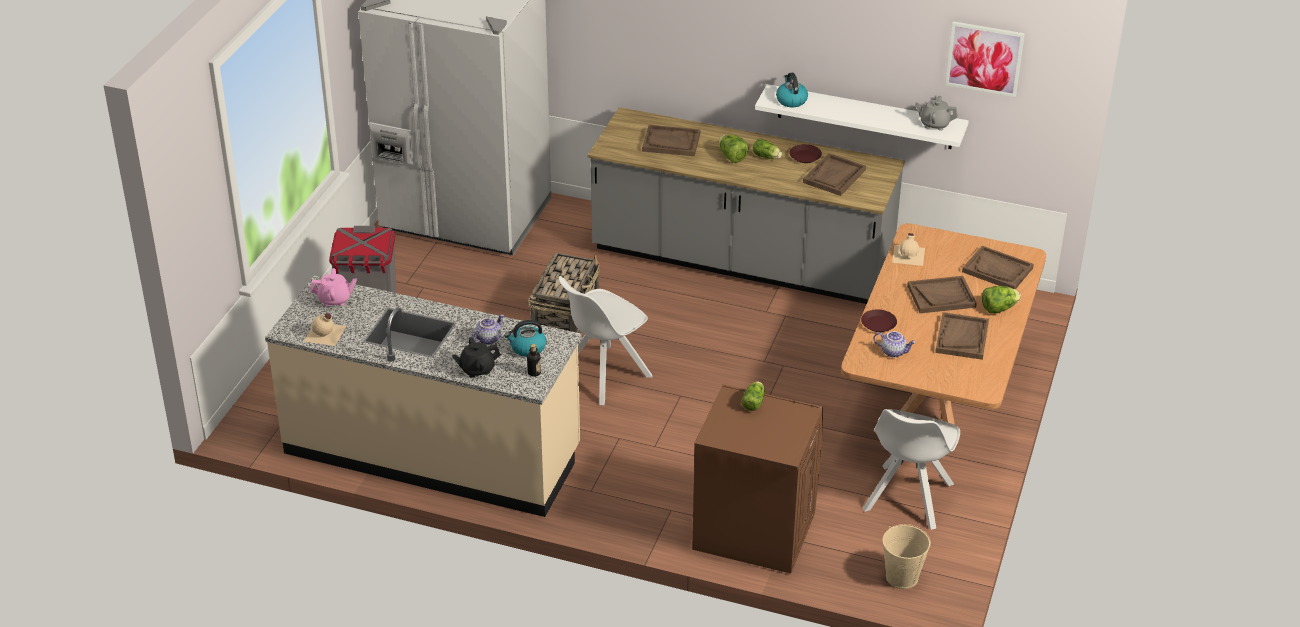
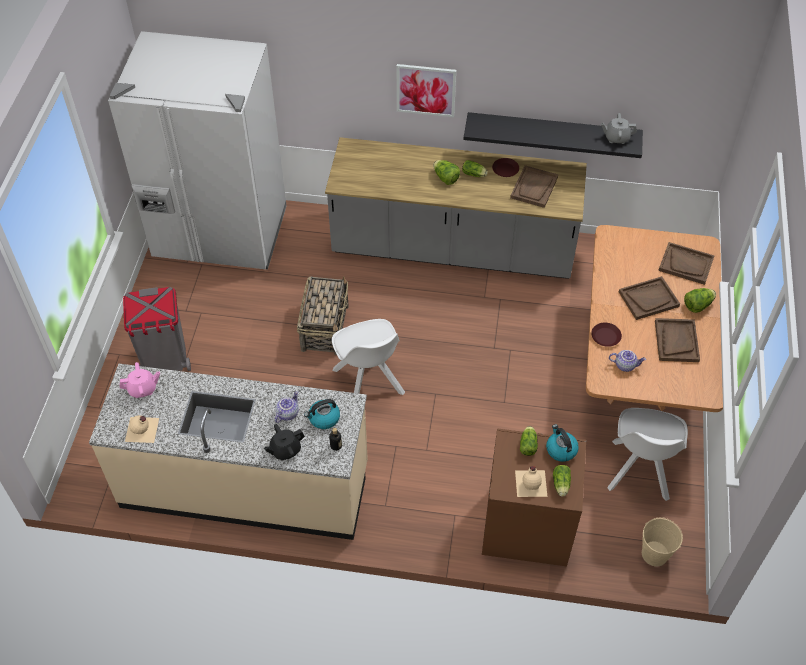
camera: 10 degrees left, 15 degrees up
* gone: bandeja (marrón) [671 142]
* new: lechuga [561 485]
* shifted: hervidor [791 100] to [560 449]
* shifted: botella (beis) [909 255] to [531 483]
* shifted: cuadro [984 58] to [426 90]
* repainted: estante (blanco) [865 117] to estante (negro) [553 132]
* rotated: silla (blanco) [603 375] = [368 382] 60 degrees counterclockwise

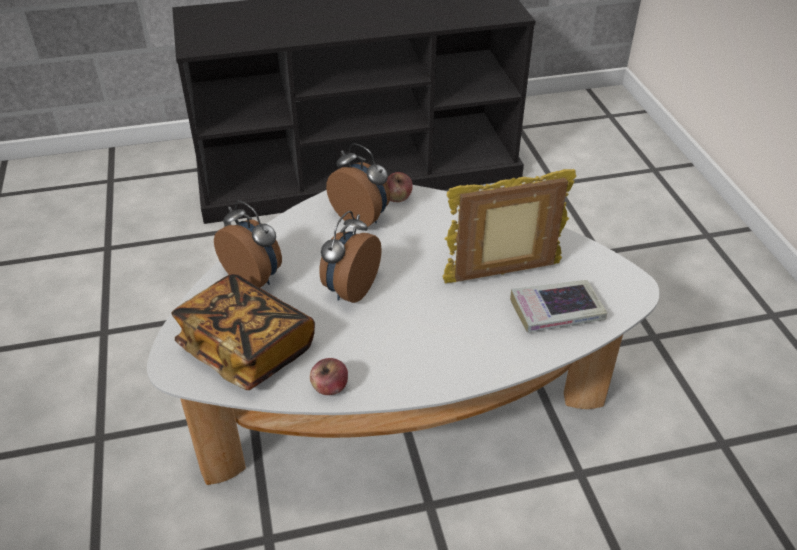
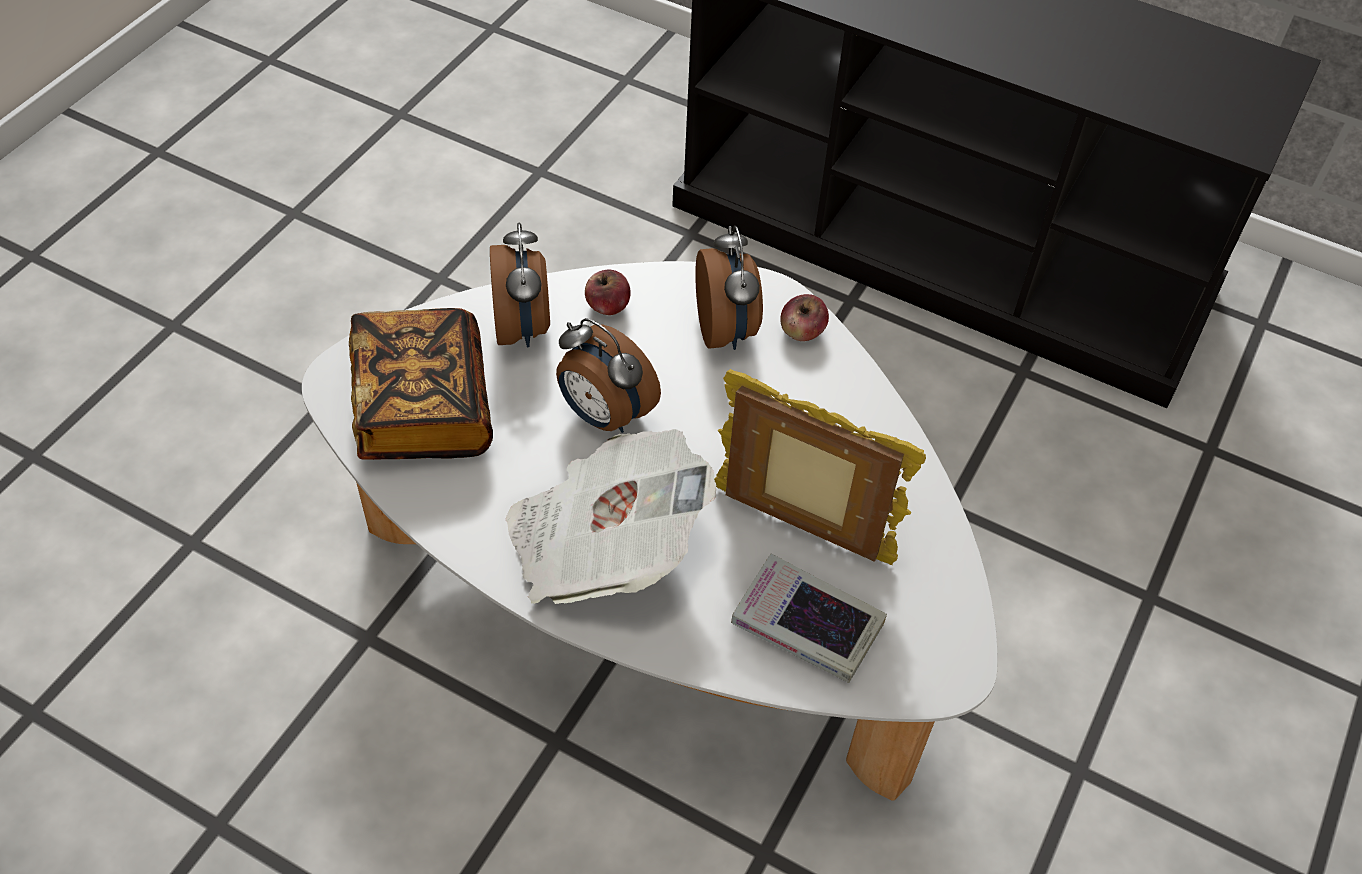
camera: 40 degrees right, 10 degrees up
* new: periódico [603 546]
* shifted: manzana [329 388] to [607 306]
* rotated: despertador [349 289] = [604 415] 120 degrees counterclockwise

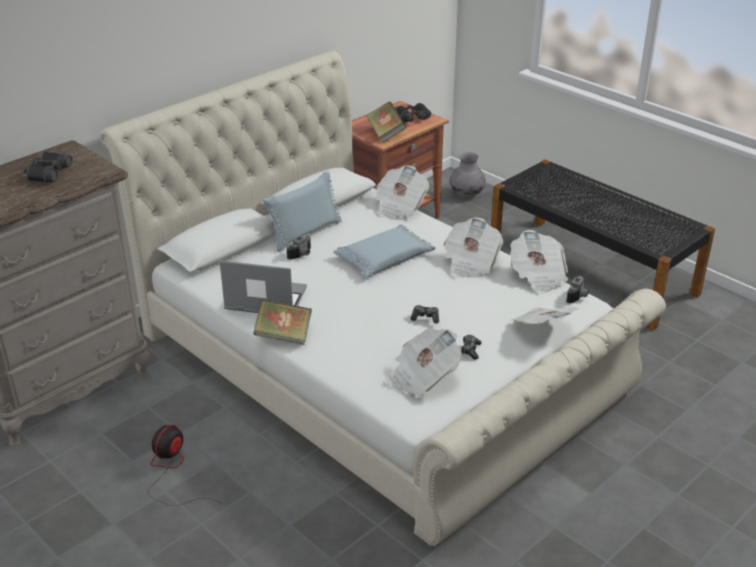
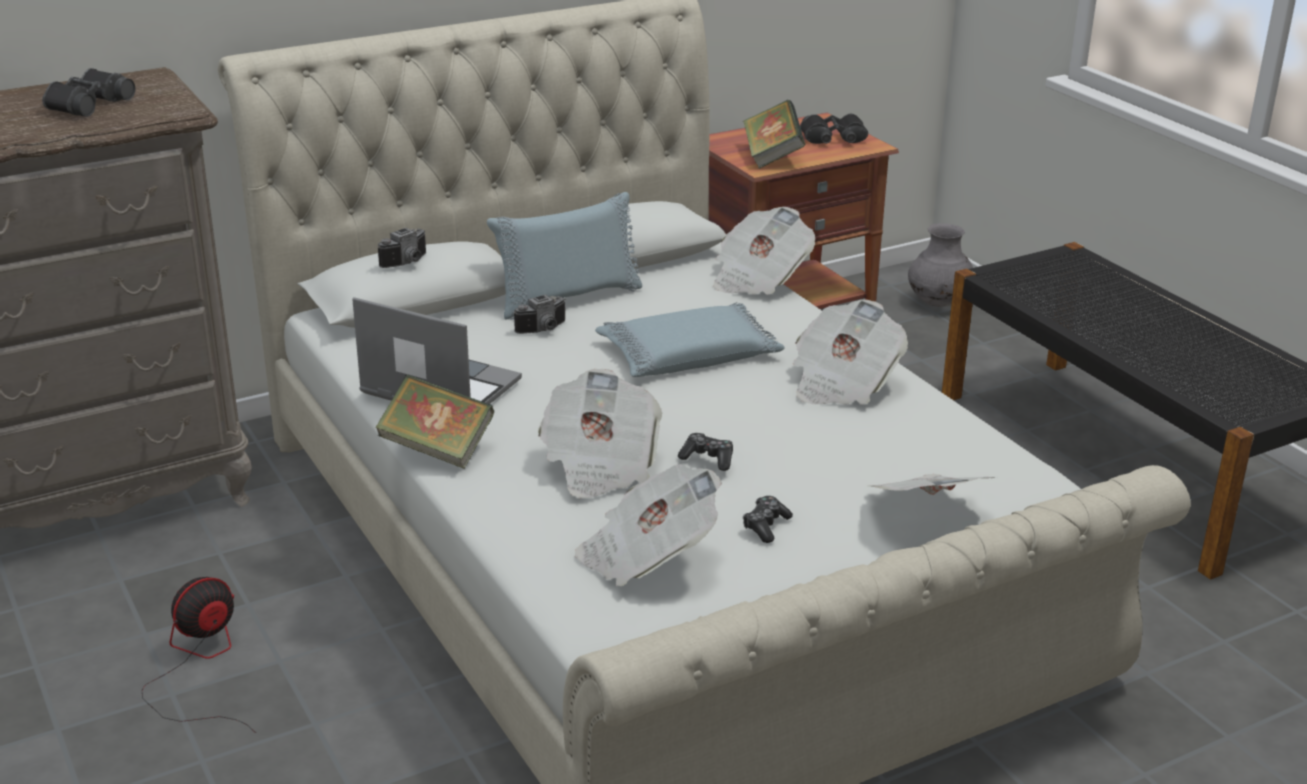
camera: 15 degrees right, 5 degrees down
* shifted: periódico [537 276] to [599 464]
* shifted: cámara [578 297] to [408 263]

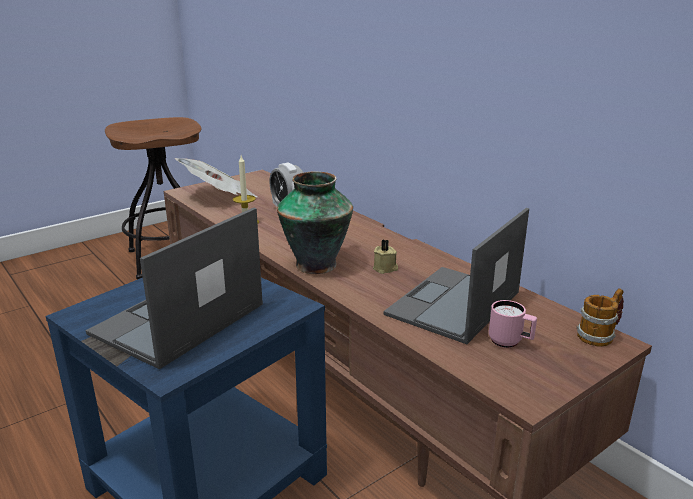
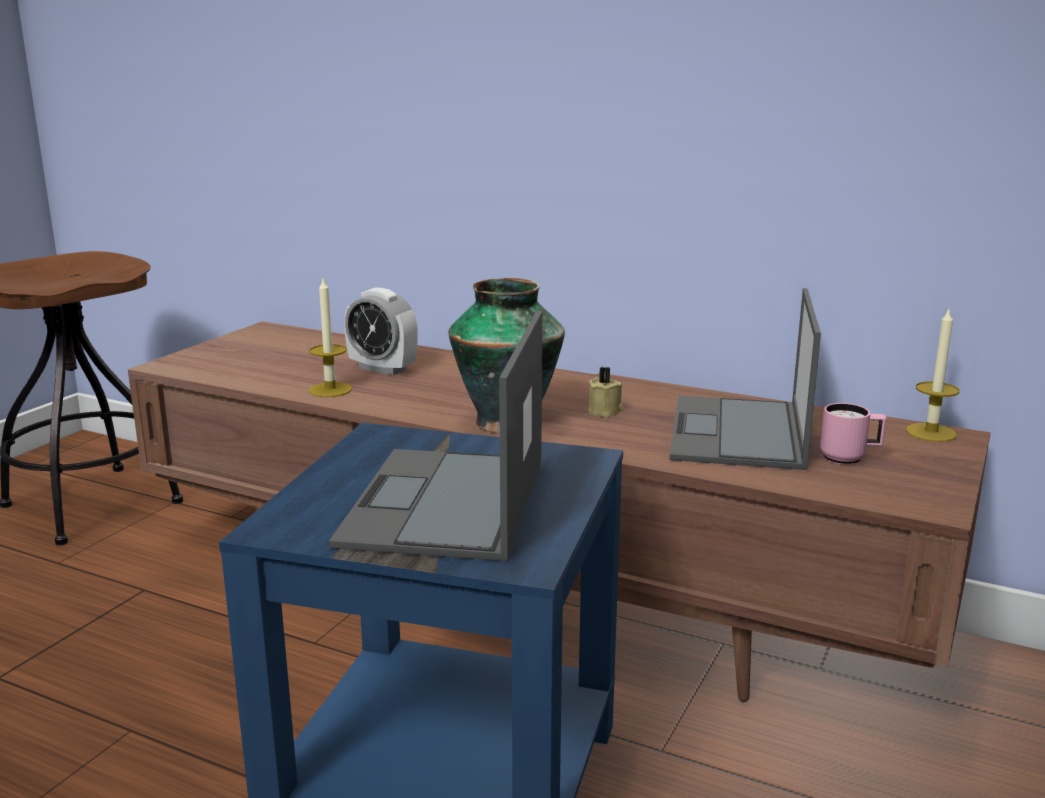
camera: 25 degrees left, 5 degrees down
* gone: periódico [219 197]
* swapped: taza grande [599 335] to vela [931 432]

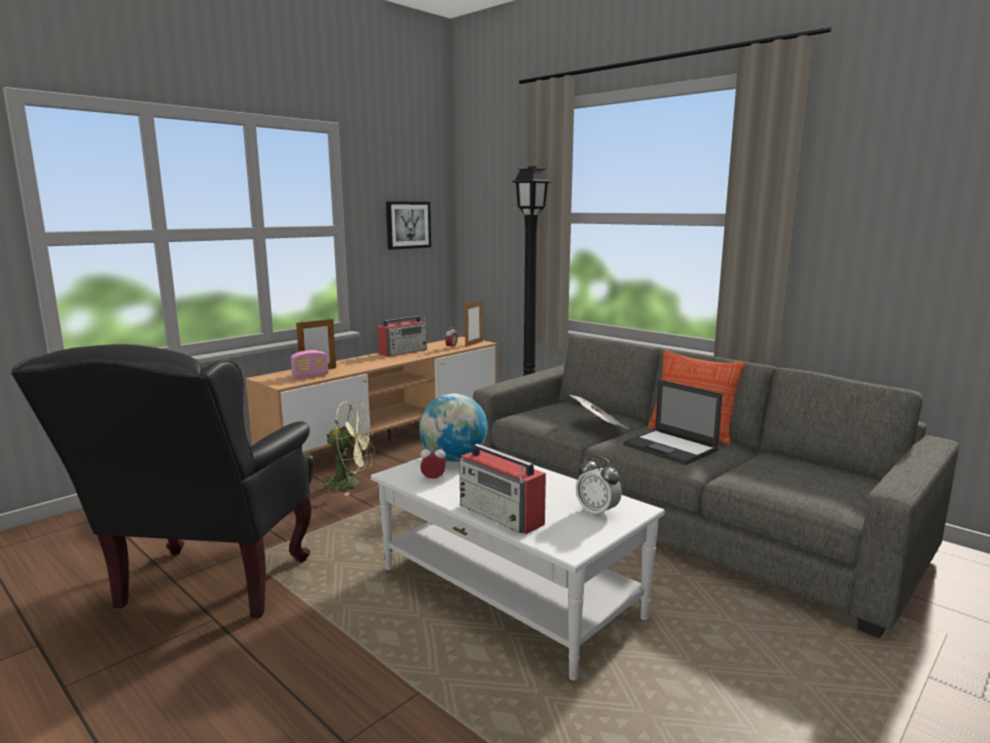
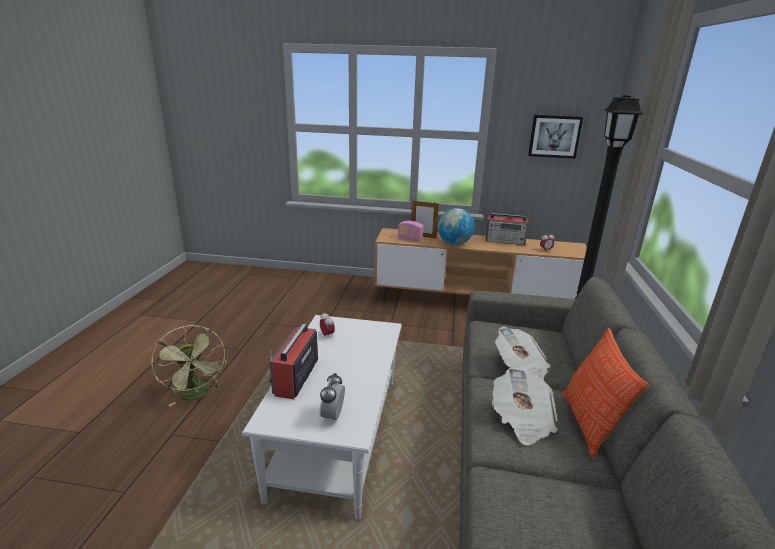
camera: 55 degrees right, 10 degrees up
* gone: sillón (negro) [203 595]
* gone: portarretratos [474 344]
* shifted: ventilador (verde) [351 484] to [197 395]
* shifted: globo terráqueo [454 459] to [454 243]
* swapped: portátil [671 448] to periódico [522 420]

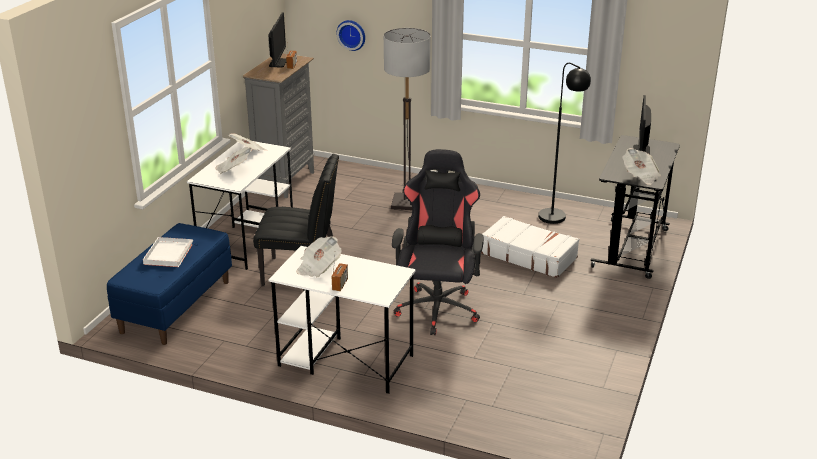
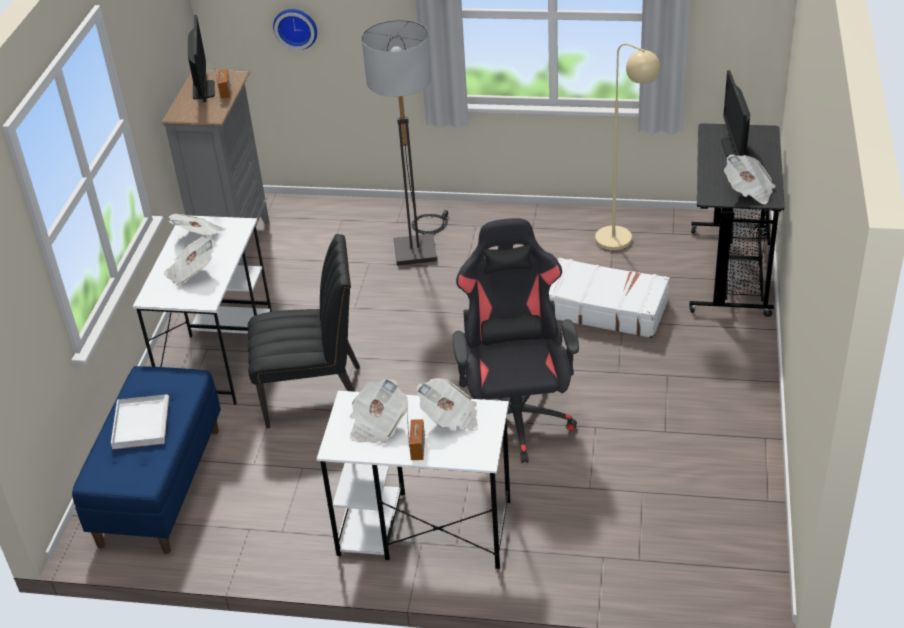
camera: 10 degrees left, 10 degrees up
* new: periódico [450 418]
* repainted: lámpara de pie (negro) [557 221] to lámpara de pie (beis) [622 244]

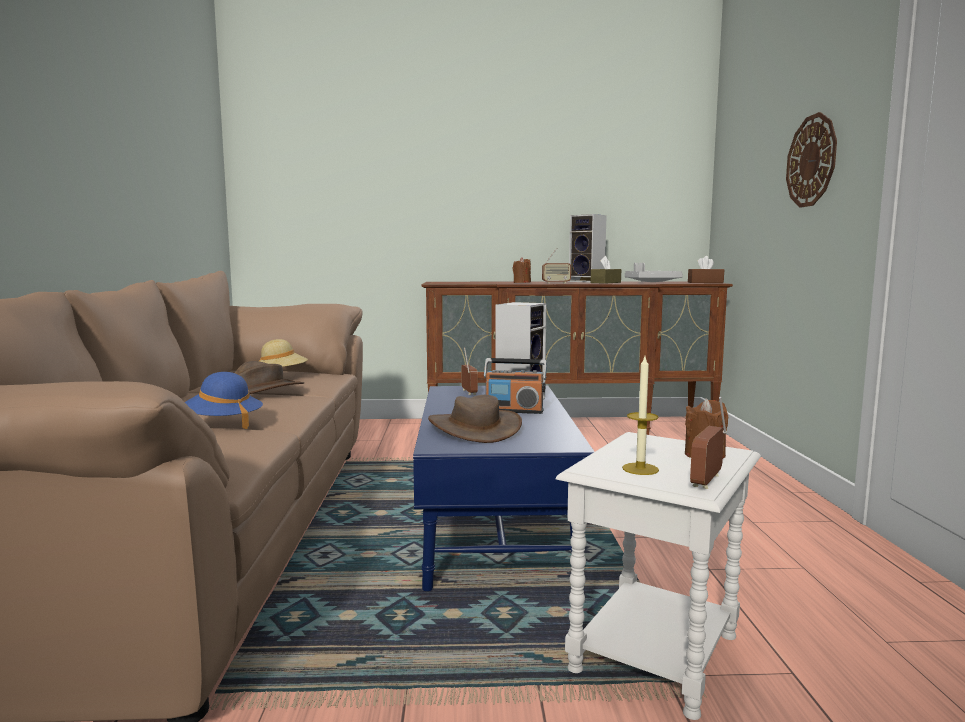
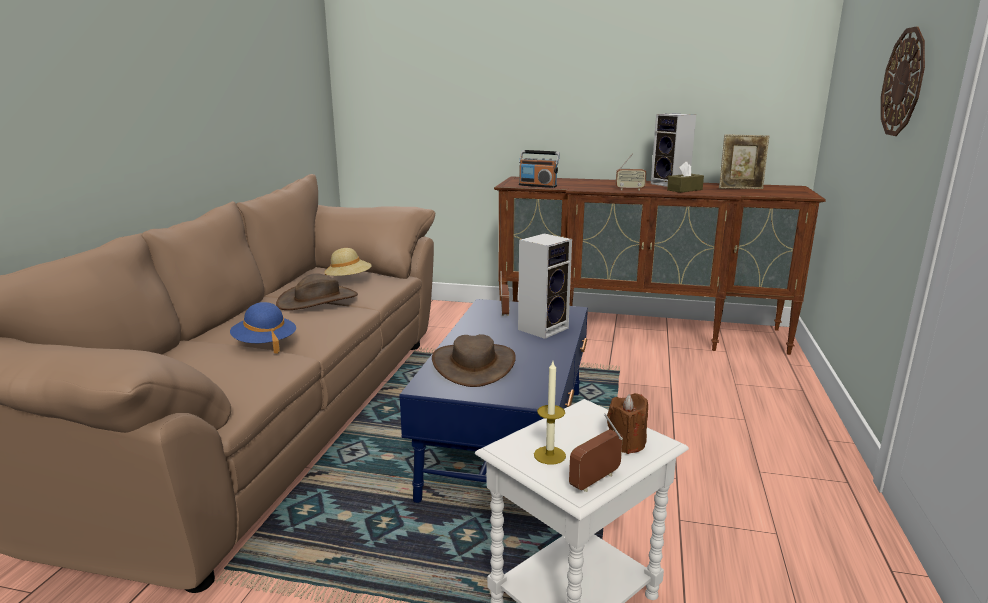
camera: 15 degrees right, 10 degrees up
* gone: vela (marrón) [522 282]
* gone: caja de pañuelos (marrón) [705 282]
* shifted: radio [514 411] to [537 186]
* swapped: bandeja (gris) [652 282] to portarretratos [740 188]

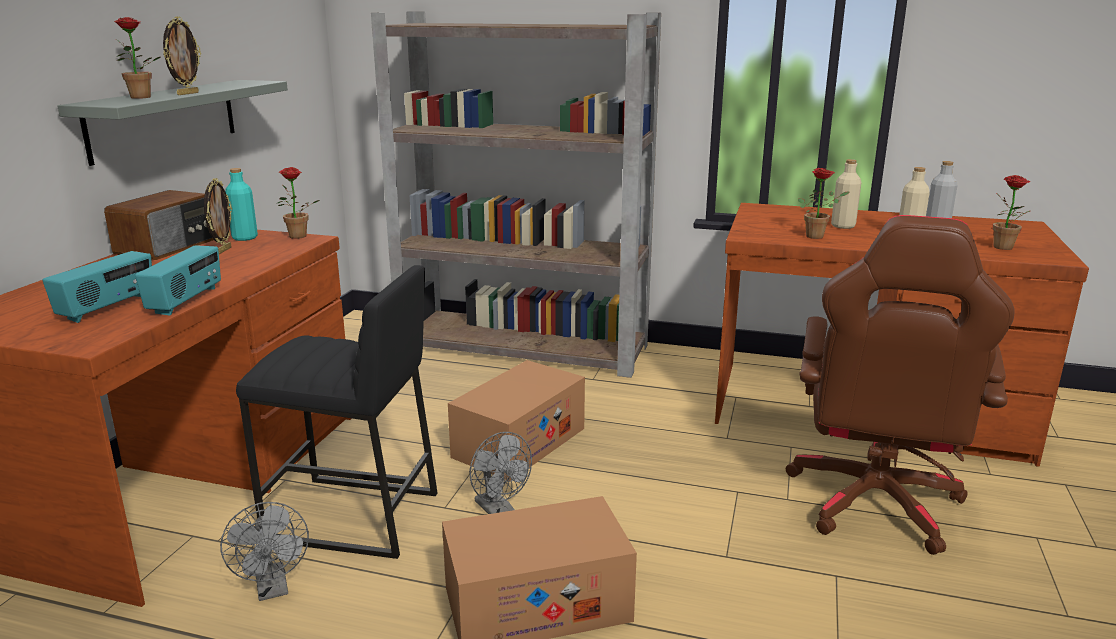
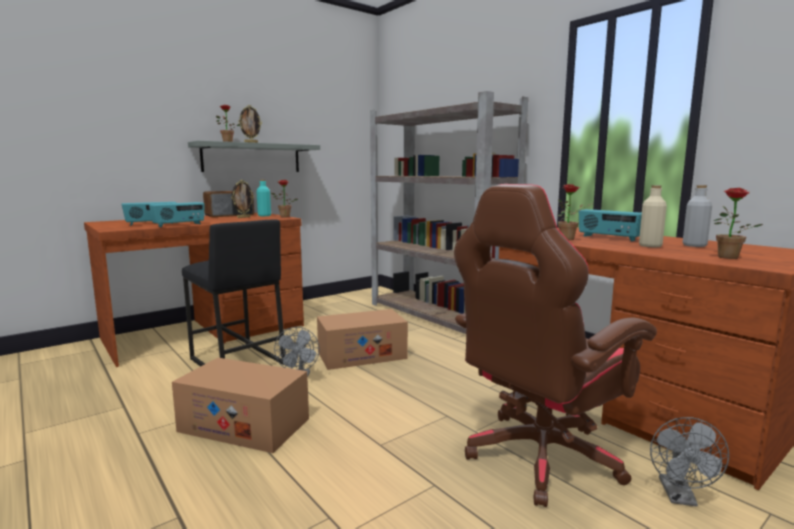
camera: 35 degrees right, 10 degrees down
* shifted: ventilador (gris) [273 589] to [680 497]
* swapped: botella (beis) [843 226] to radio [609 238]

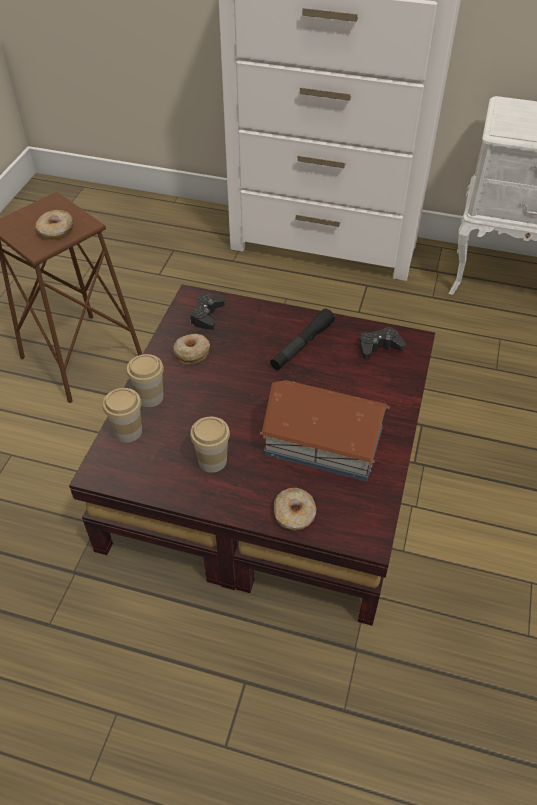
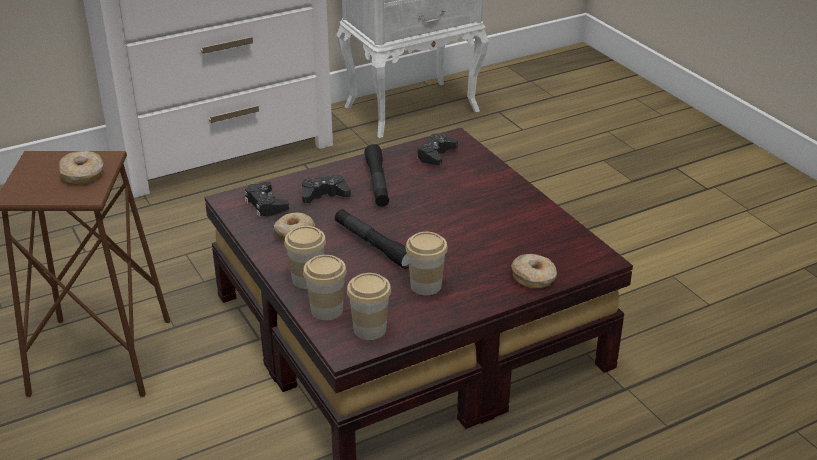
camera: 45 degrees left, 15 degrees down
* gone: casita [322 440]
* new: mando de consola (negro) [324 195]
* new: linterna (negro) [373 245]
* new: taza [370 329]

